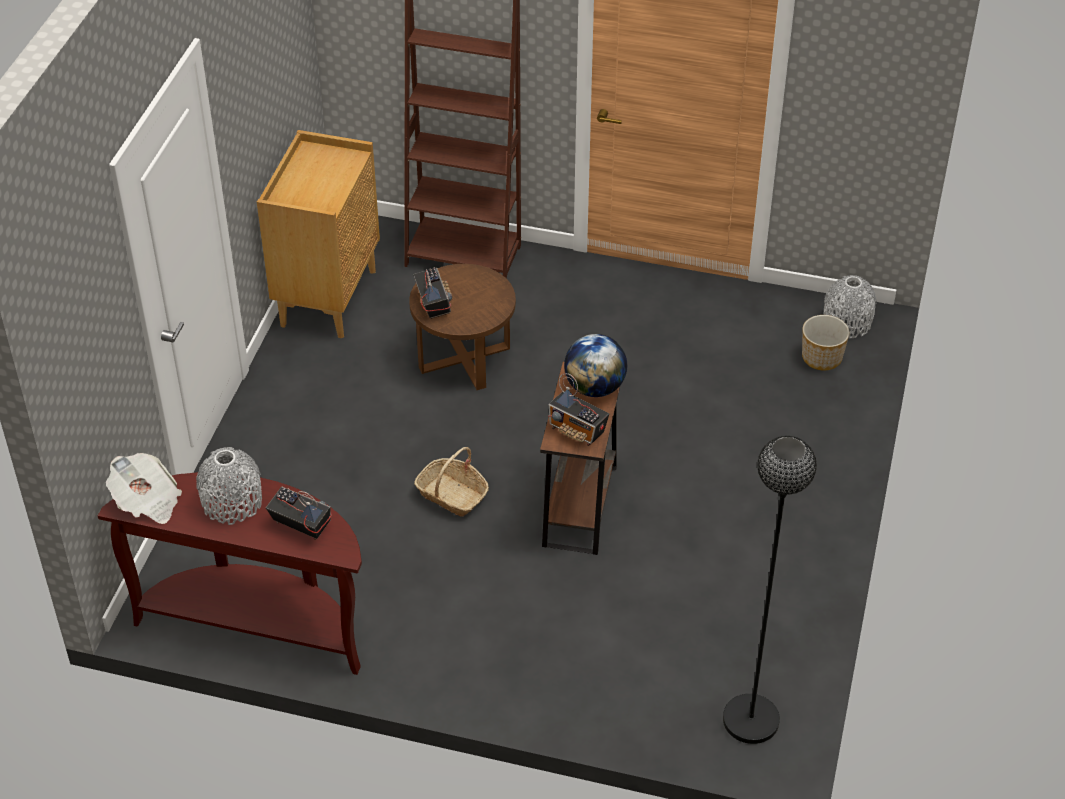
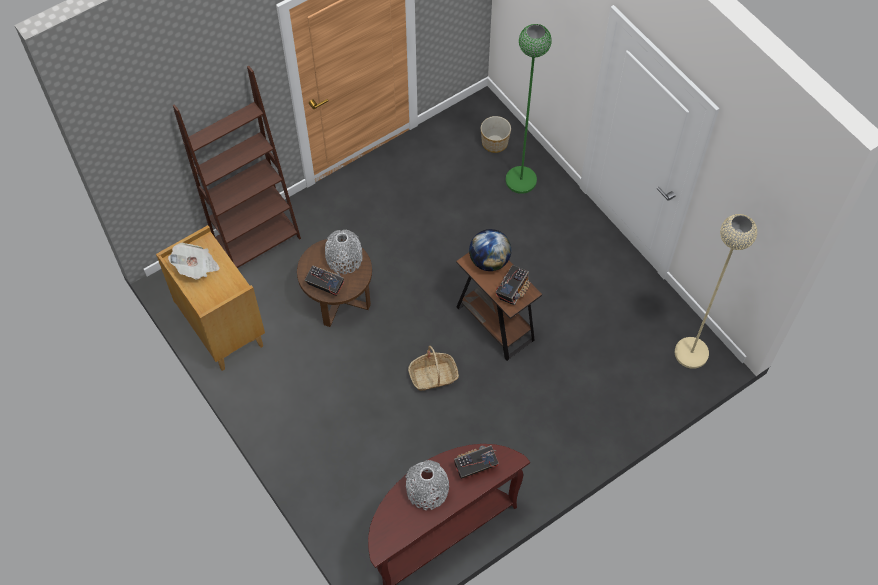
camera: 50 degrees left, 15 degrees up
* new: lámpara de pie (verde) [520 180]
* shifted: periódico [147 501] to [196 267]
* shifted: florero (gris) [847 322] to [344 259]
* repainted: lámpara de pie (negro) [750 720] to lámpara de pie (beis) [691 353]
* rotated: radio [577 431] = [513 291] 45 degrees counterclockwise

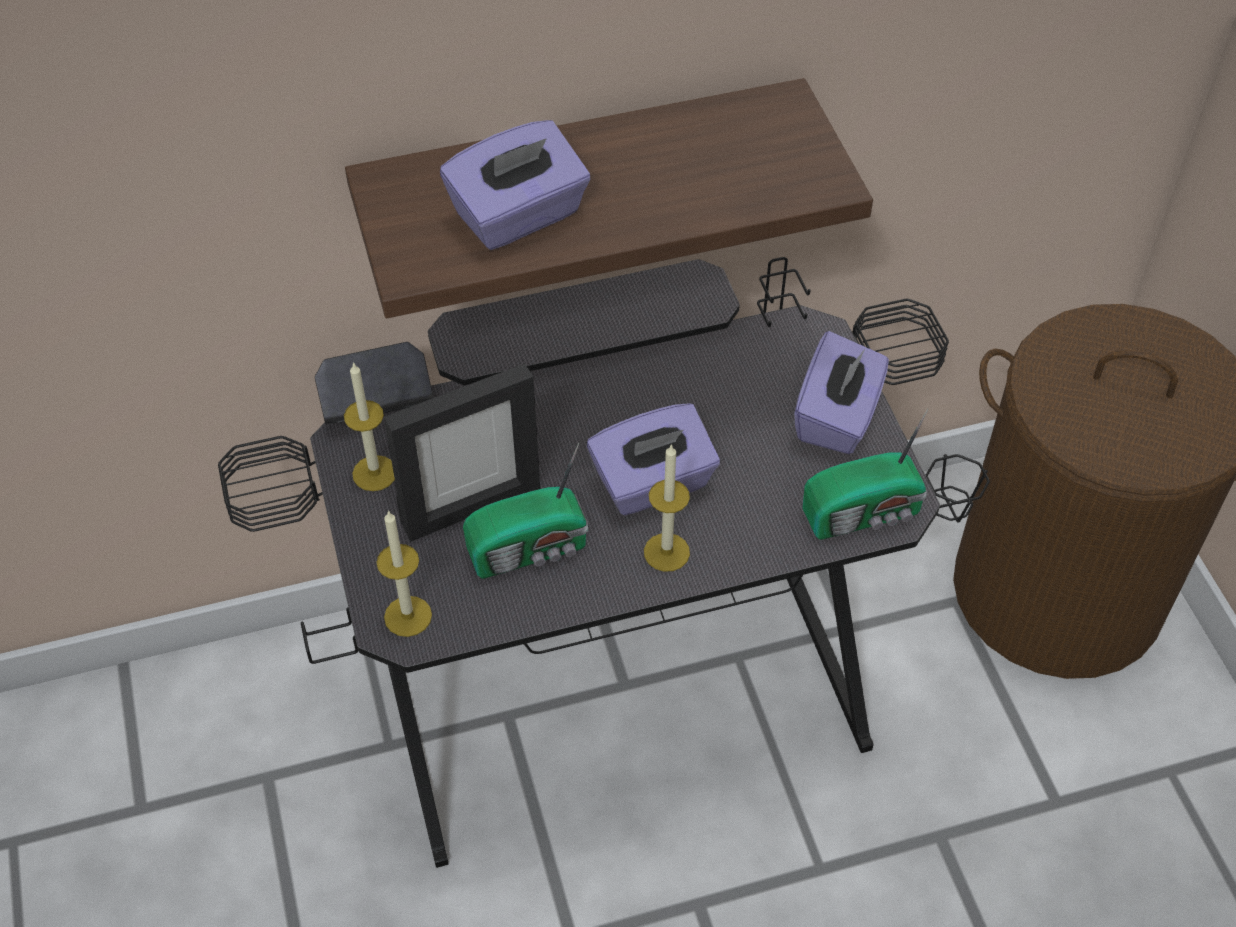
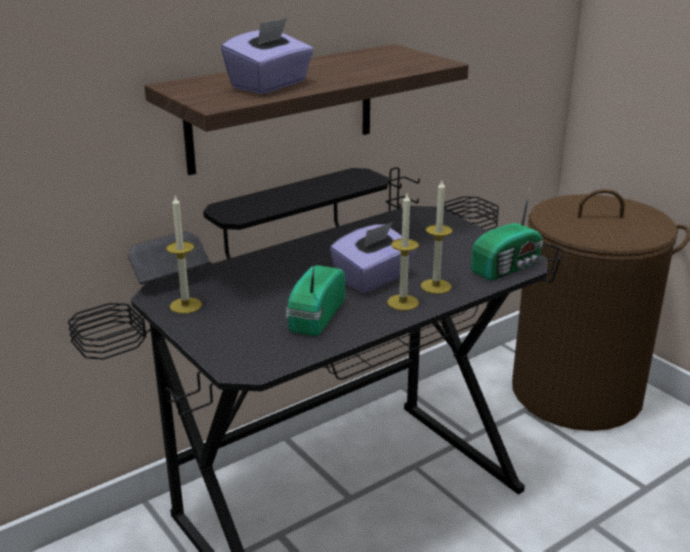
camera: 20 degrees left, 25 degrees down
* gone: portarretratos [471 506]
* gone: caja de pañuelos (morado) [837 417]
* shifted: vela [408 616] to [436 286]
* rotated: radio [531 549] = [314 317] 150 degrees clockwise

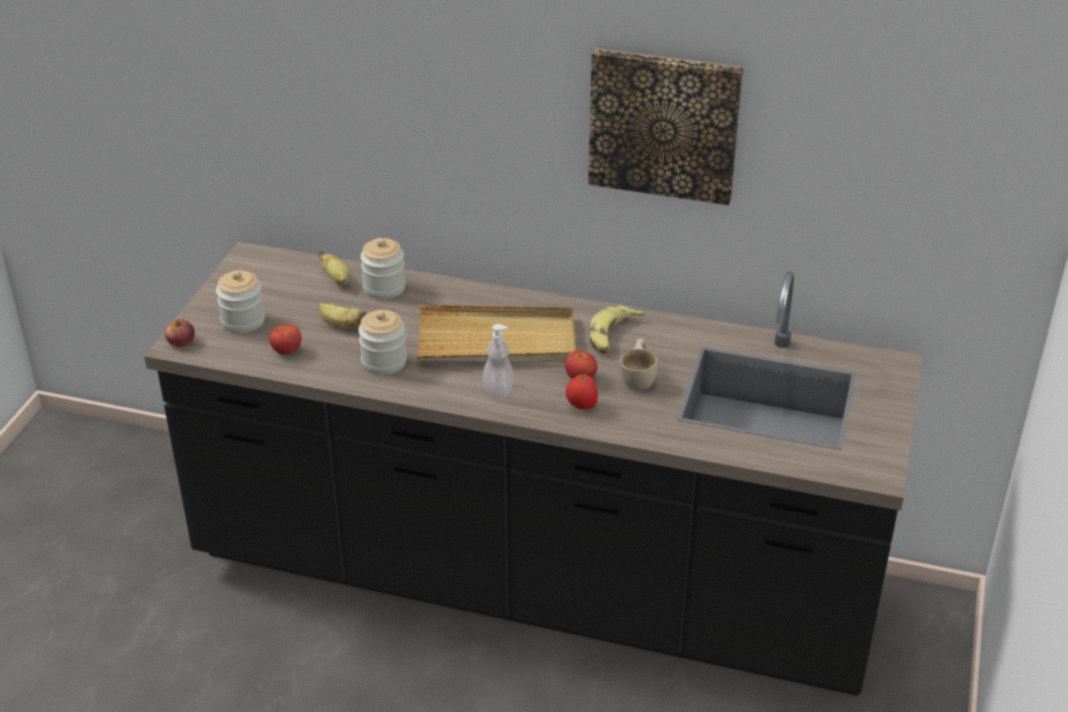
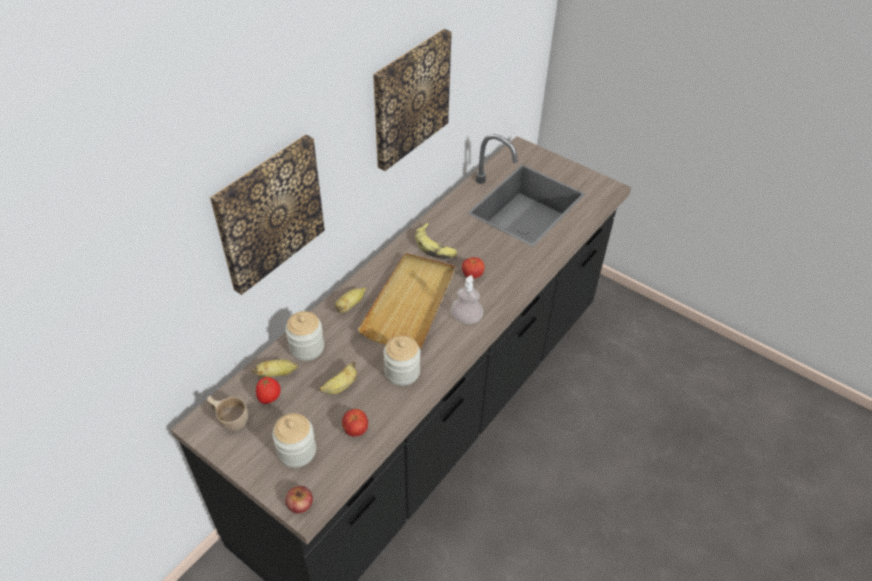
camera: 70 degrees left, 10 degrees up
* new: cuadro [269 213]
* new: plátano [350 305]
* shifted: tomate [581 406] to [270 398]
* shifted: taza (beis) [639 378] to [230 419]

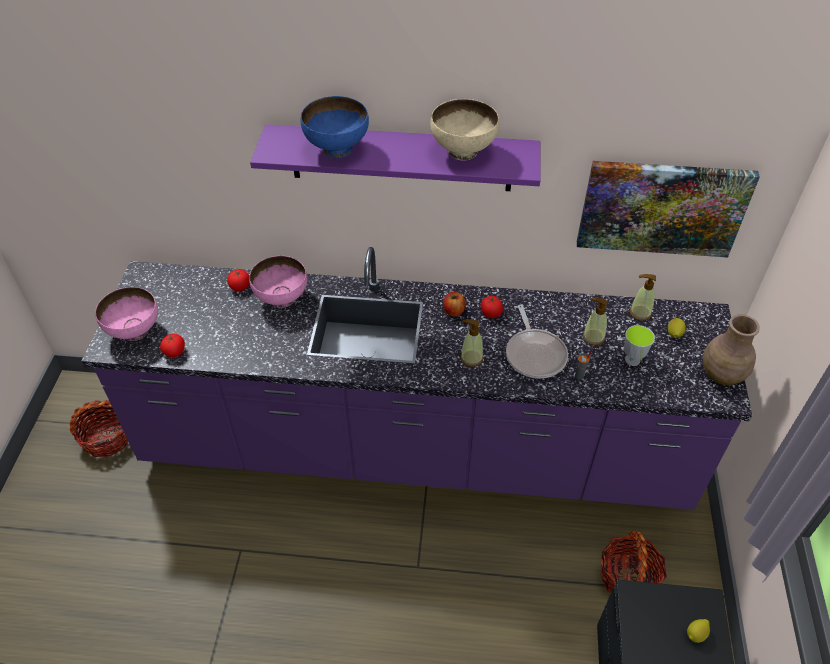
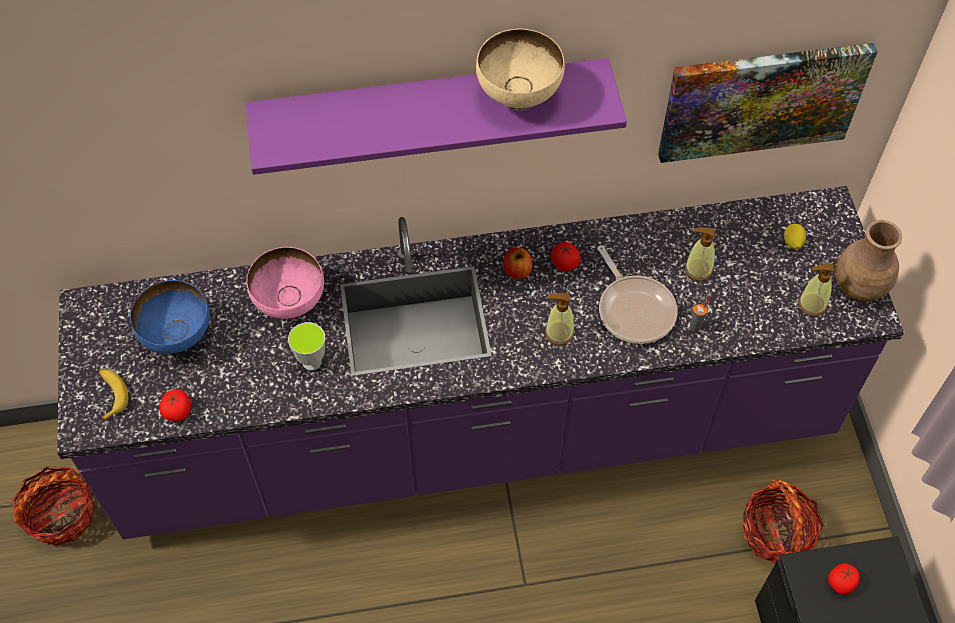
camera: 15 degrees left, 10 degrees up
* gone: limón [696 634]
* shifted: tomate [240 286] to [841 583]
* shifted: cuenco (azul) [337 149] to [178 336]
* shifted: taza [632 360] to [312 362]
* shifted: dispensador de jabón [640 313] to [812 304]
* swapped: cuenco (rosa) [134 331] to plátano [111 394]

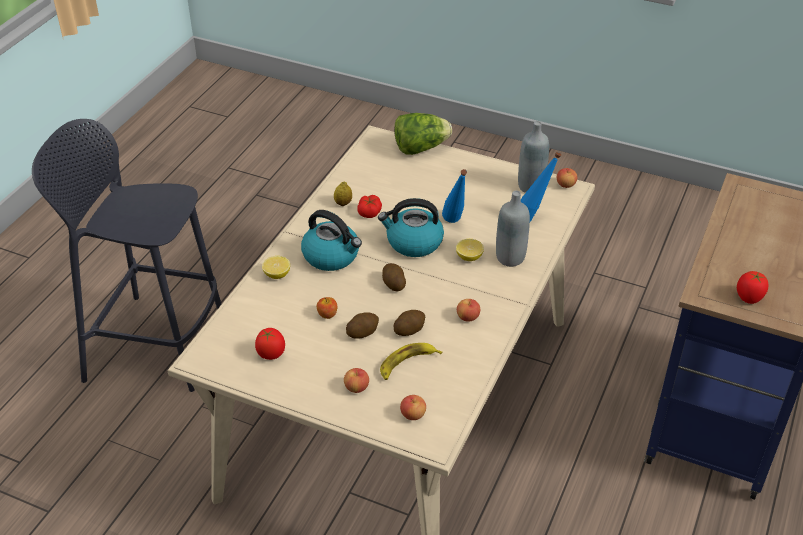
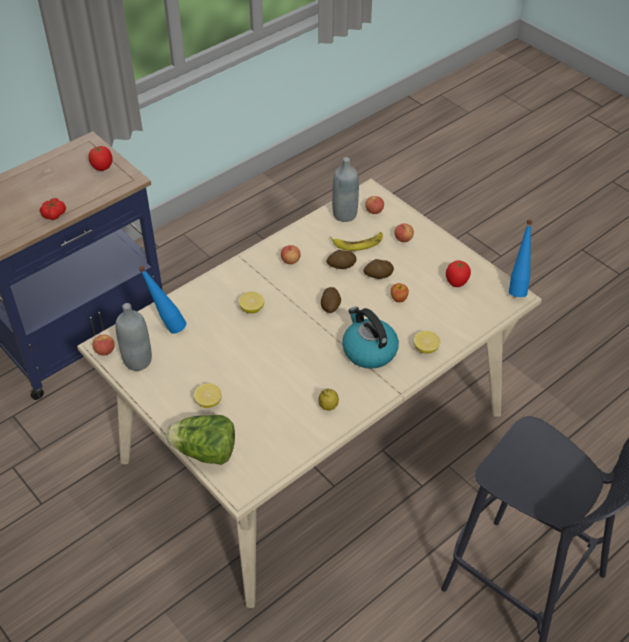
camera: 155 degrees left, 5 degrees up
* gone: hervidor [413 242]
* new: limón [208 402]
* shifted: tomate [369 212] to [54 214]
* shifted: botella (azul) [455 224] to [517 287]
* shifted: botella (gris) [510 258] to [344 214]

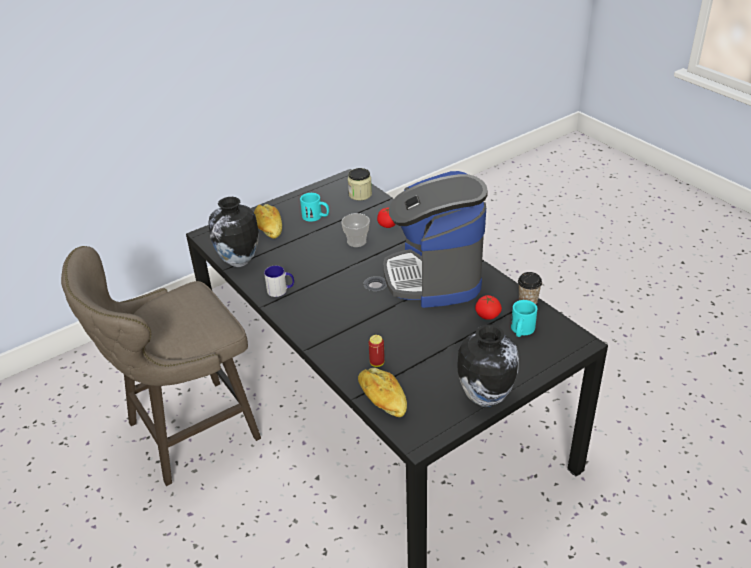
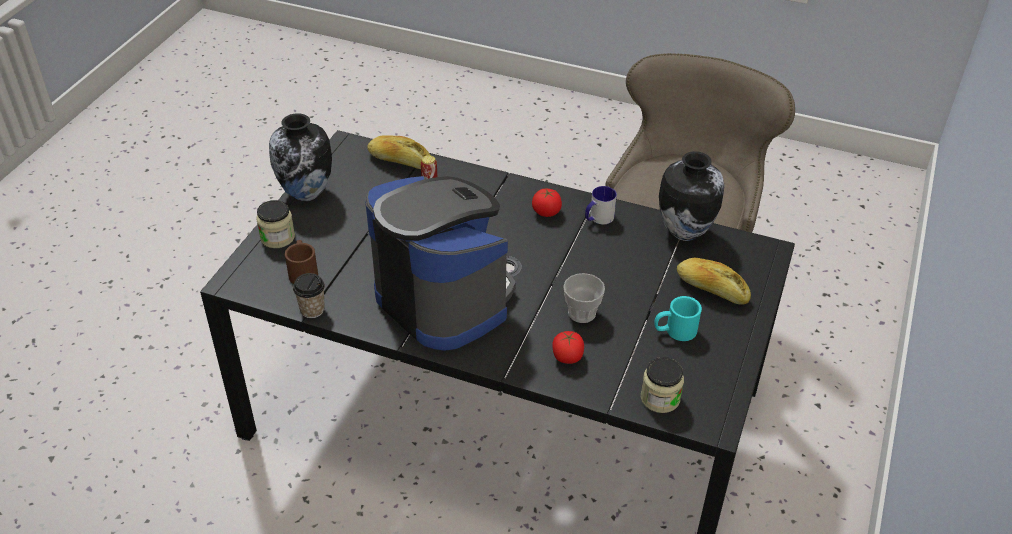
camera: 145 degrees right, 5 degrees up
* new: tarro [277 237]
* shifted: tomate [487 315] to [546 212]
* repainted: taza grande (turquesa) [521 331] to taza grande (marrón) [303 271]

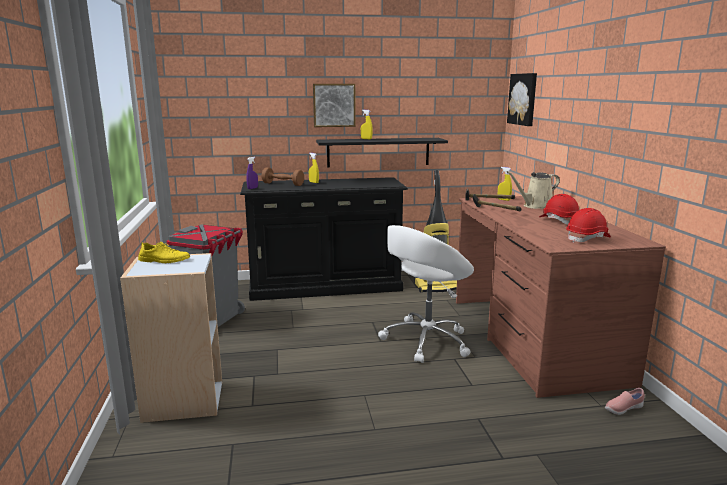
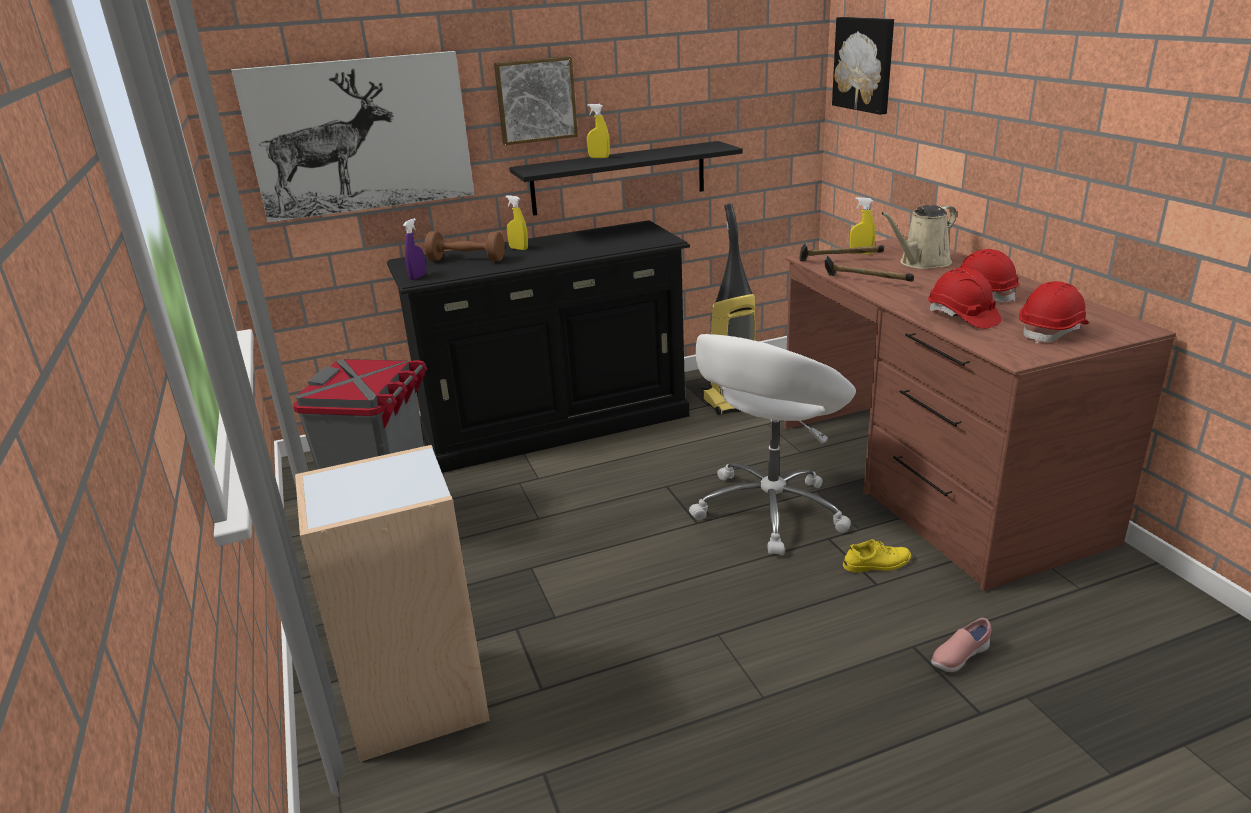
camera: 10 degrees left, 10 degrees up
* new: cuadro [360 135]
* new: casco (rojo) [962 317]
* shifted: zapato (amarillo) [164 260] to [877 563]
* shifted: zapato (rosa) [623 409] to [959 657]

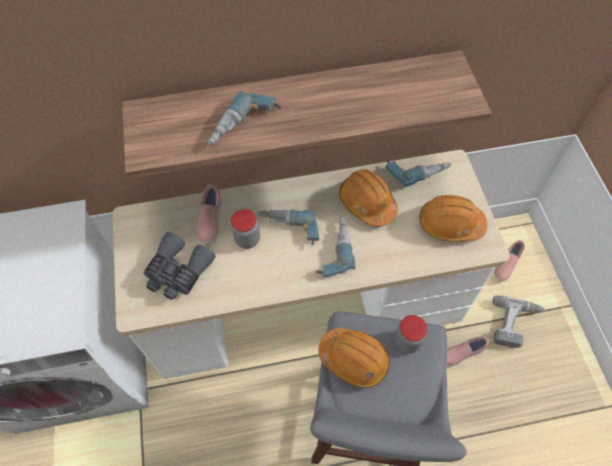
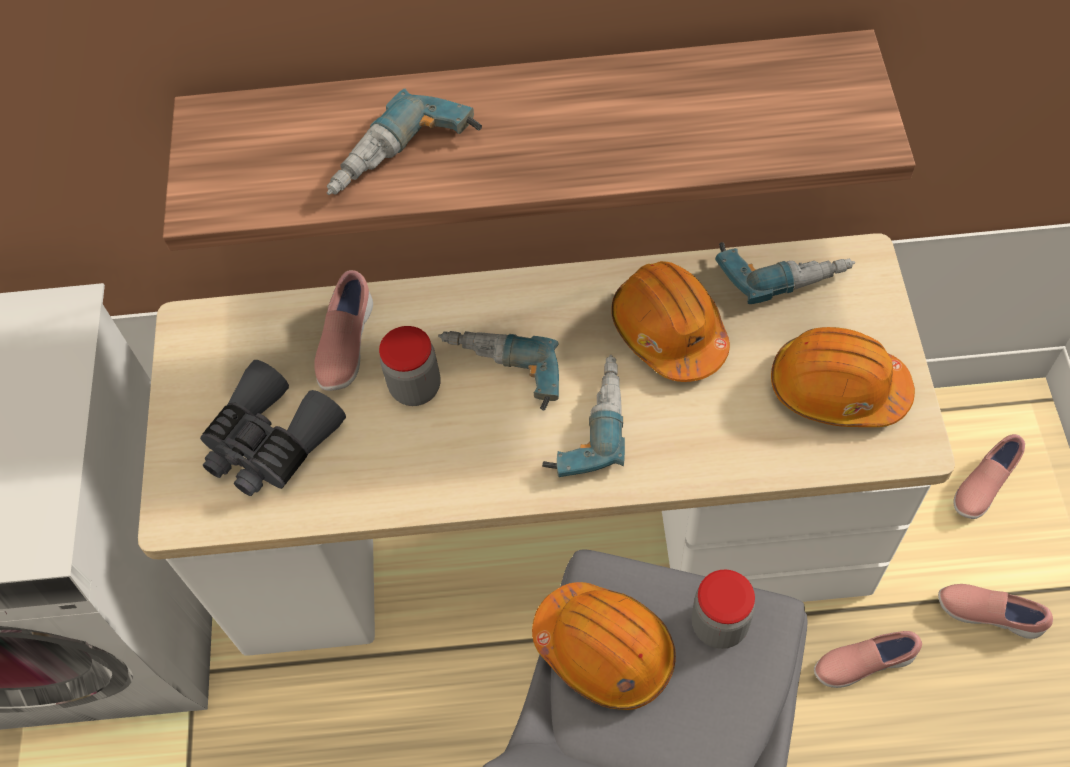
camera: 10 degrees right, 0 degrees up
* swapped: taladro [516 324] to zapato (rosa) [988 614]

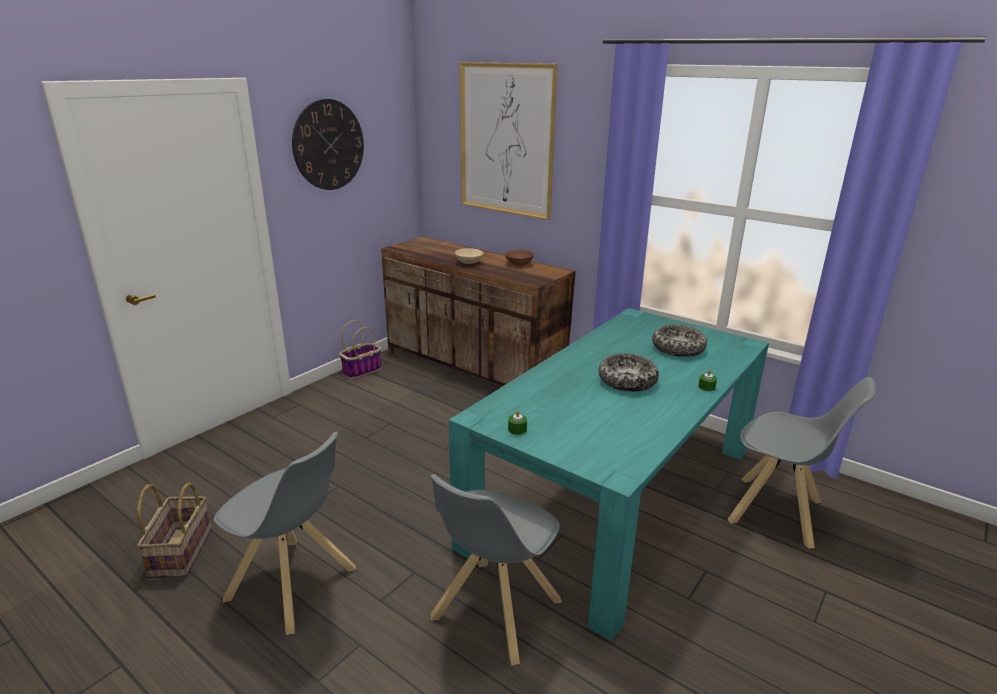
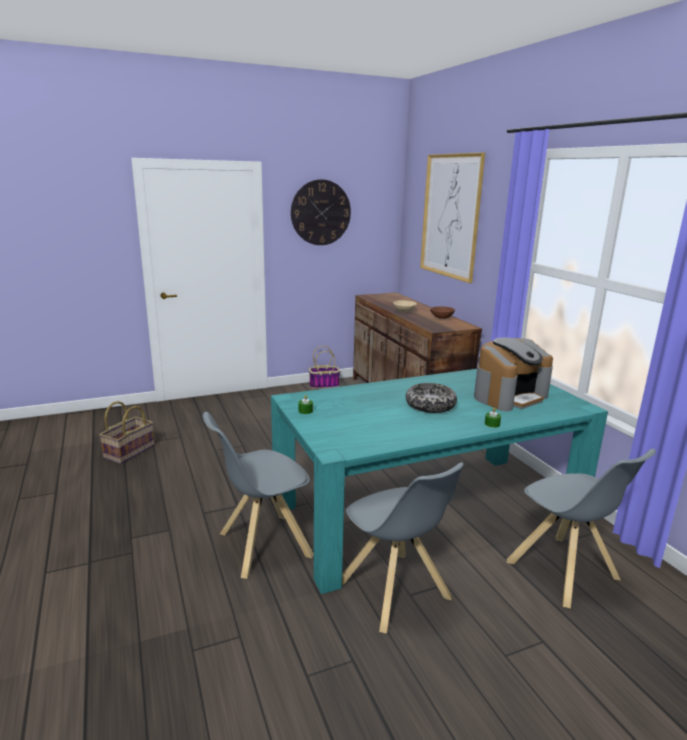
camera: 30 degrees right, 5 degrees down
* shifted: silla (gris) [294 585] to [395 592]
* swapped: cuenco [678 348] to cafetera [509 396]

